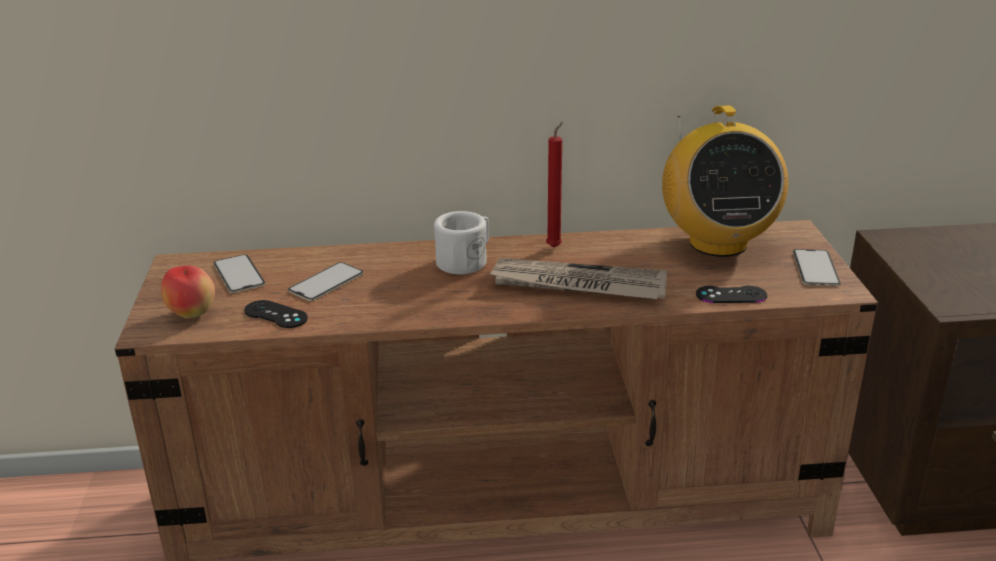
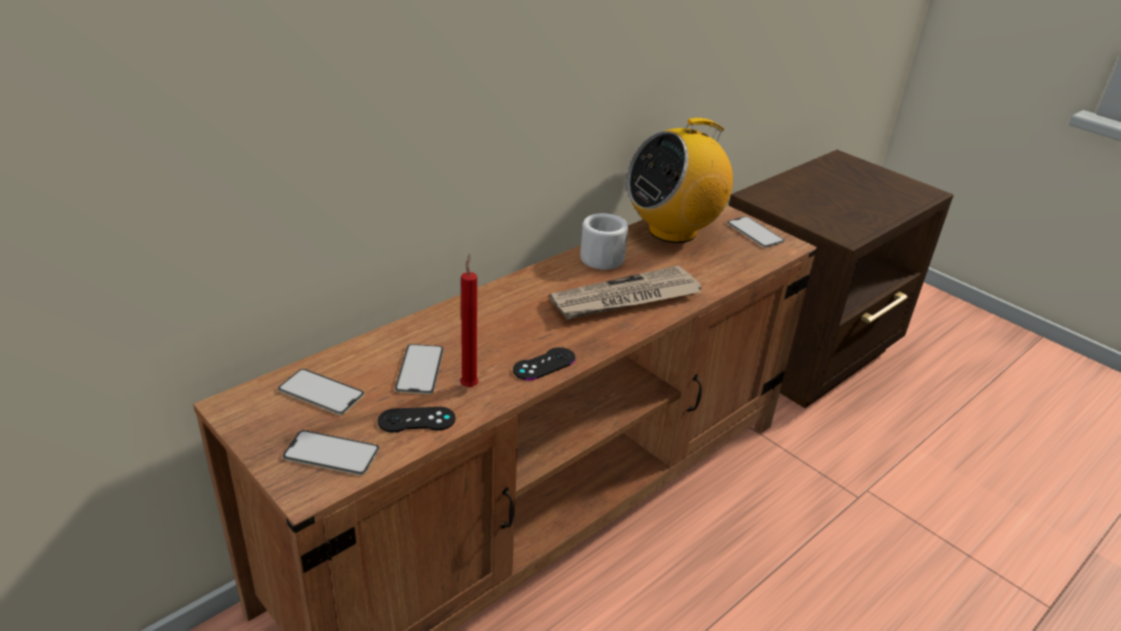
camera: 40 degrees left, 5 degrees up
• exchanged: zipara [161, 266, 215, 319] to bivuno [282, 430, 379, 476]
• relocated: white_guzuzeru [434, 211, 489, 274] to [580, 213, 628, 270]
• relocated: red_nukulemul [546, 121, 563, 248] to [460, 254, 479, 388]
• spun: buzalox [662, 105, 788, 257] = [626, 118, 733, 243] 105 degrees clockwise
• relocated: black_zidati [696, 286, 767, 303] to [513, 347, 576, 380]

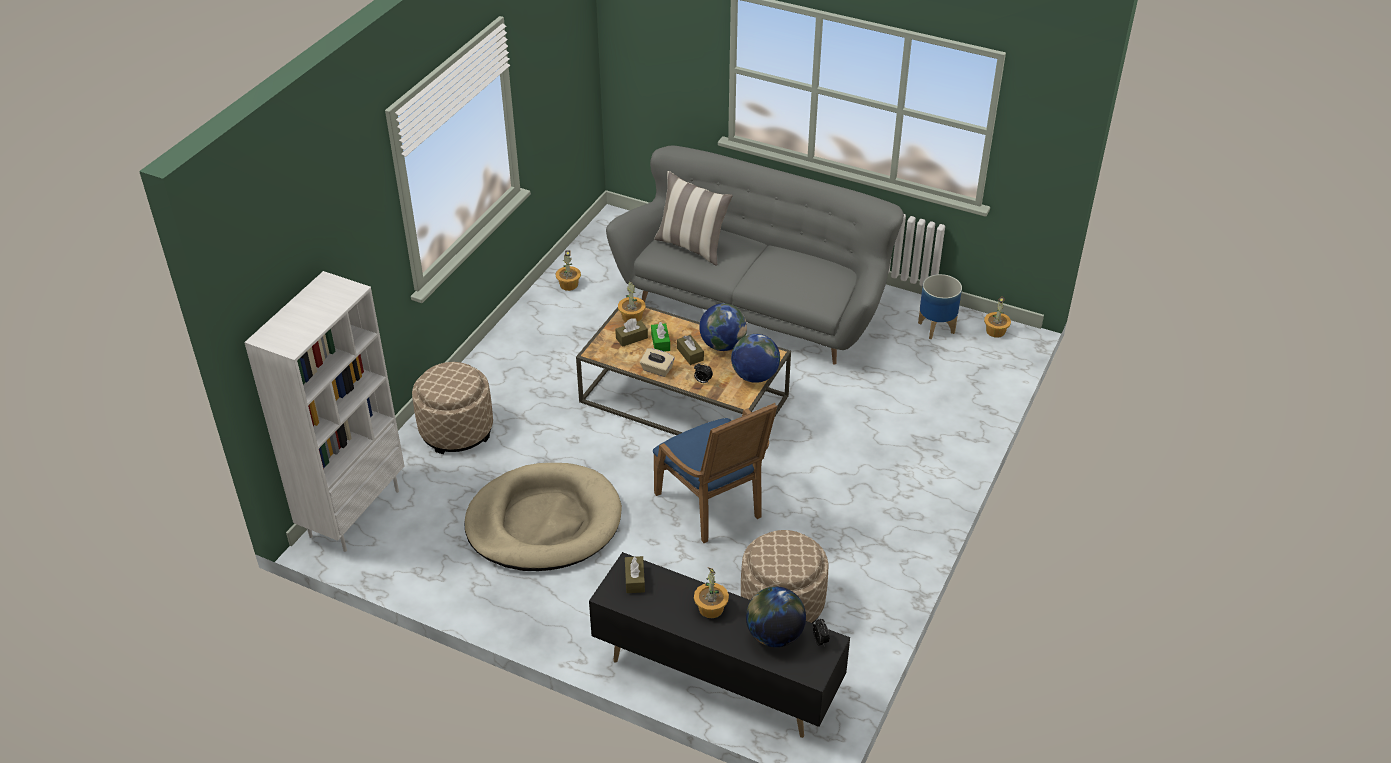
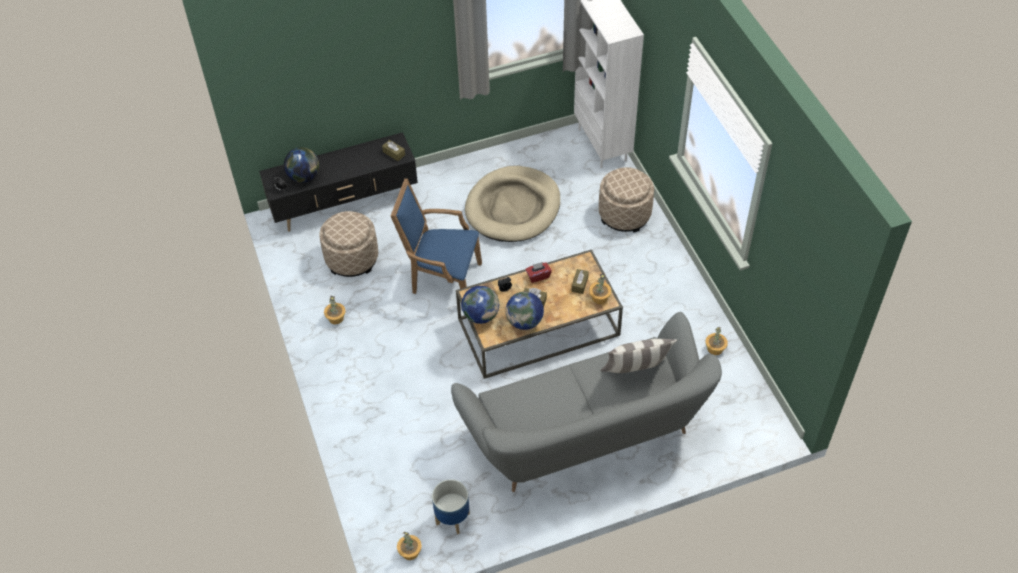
camera: 135 degrees right, 10 degrees up
• colour: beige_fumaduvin [640, 348, 675, 377] to red_fumaduvin [525, 262, 552, 283]
• missing: green_fumaduvin [651, 322, 670, 352]
• relocated: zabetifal [694, 567, 729, 618] to [324, 296, 346, 324]

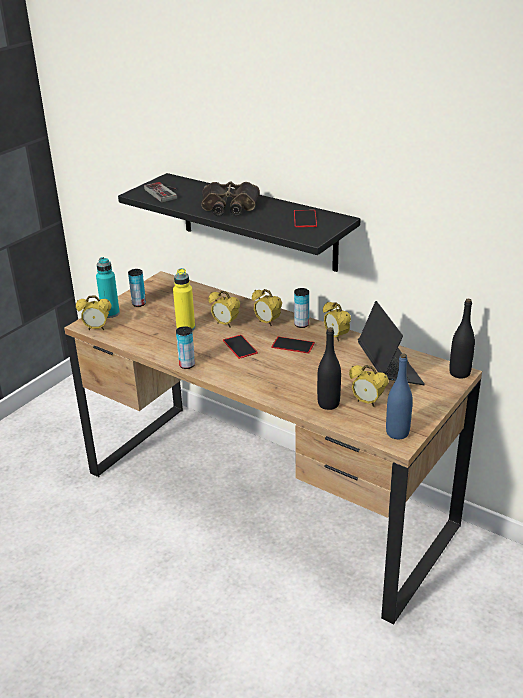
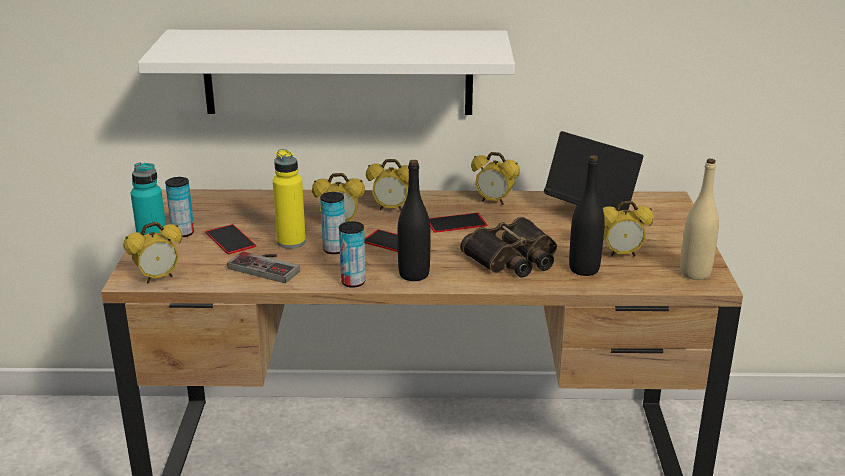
camera: 35 degrees left, 5 degrees down
• colour: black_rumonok [118, 173, 361, 272] to white_rumonok [138, 30, 515, 115]
• relocated: zidati [144, 182, 177, 202] to [227, 252, 300, 283]
• relocated: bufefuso [201, 181, 260, 216] to [460, 217, 557, 278]
• relocated: bivuno [294, 210, 317, 227] to [205, 224, 256, 254]
• relocated: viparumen [294, 288, 309, 328] to [320, 192, 345, 254]
• colour: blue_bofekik [386, 353, 413, 439] to beige_bofekik [680, 159, 719, 280]
• relocated: black_bofekik [449, 299, 475, 378] to [397, 160, 431, 281]

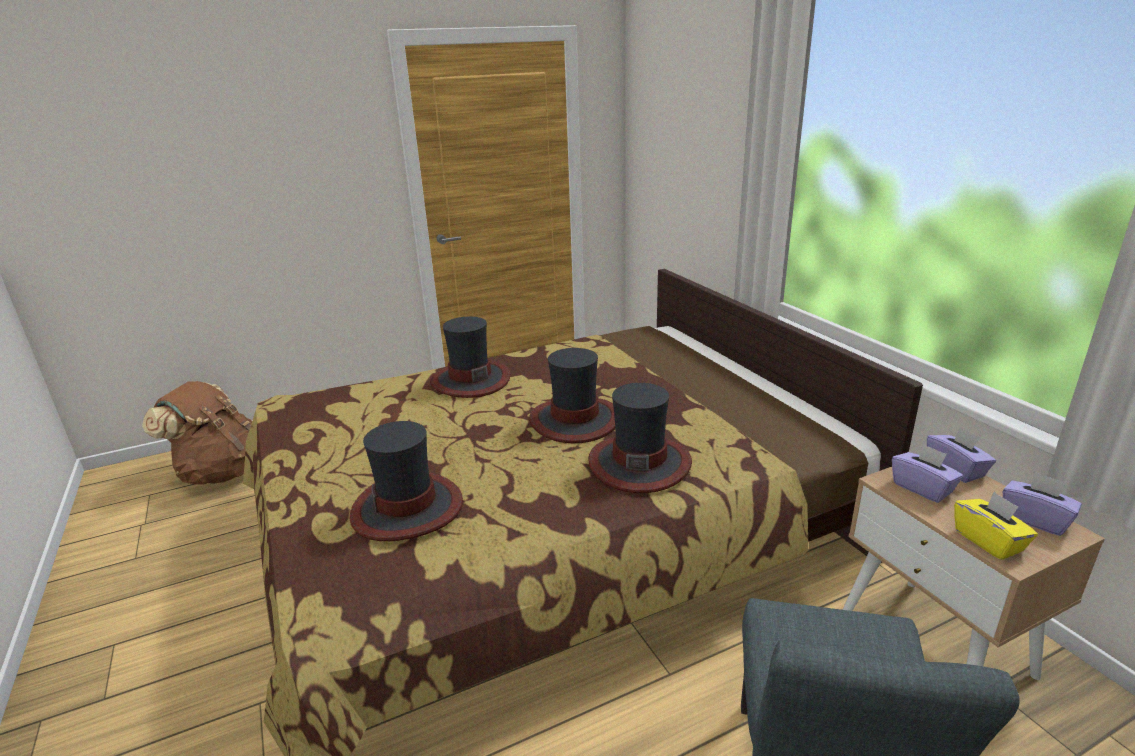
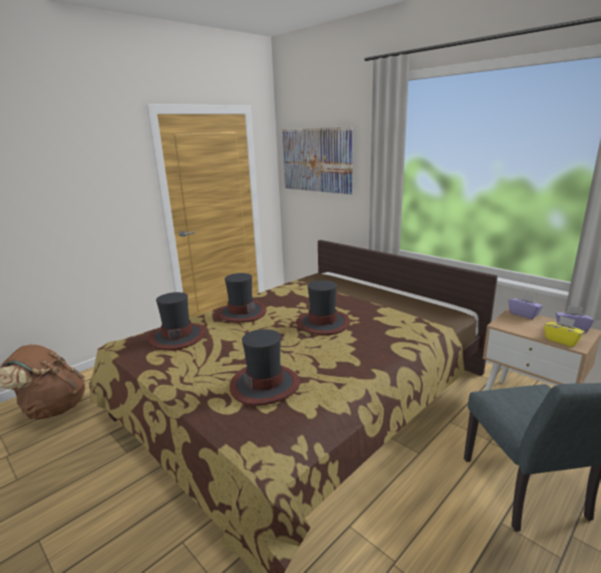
camera: 20 degrees left, 5 degrees down
• relocated: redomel [588, 383, 692, 493] to [148, 292, 206, 350]
• missing: purple_fumaduvin [892, 444, 964, 503]
• appeared: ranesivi [282, 126, 353, 195]

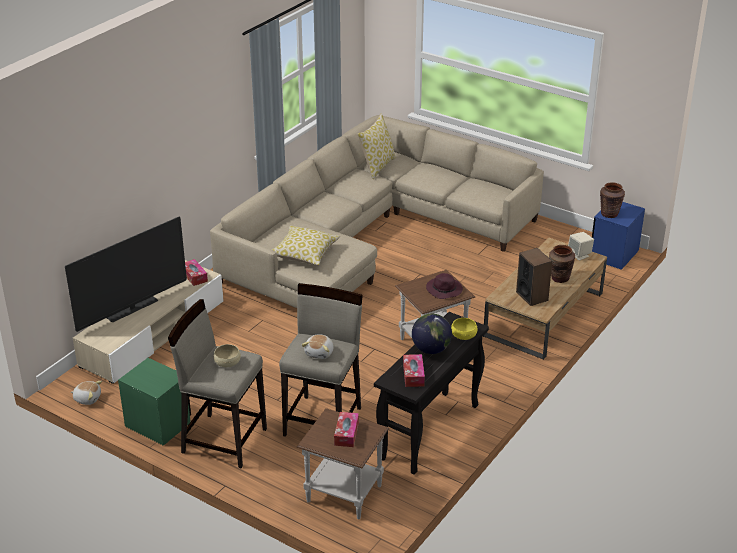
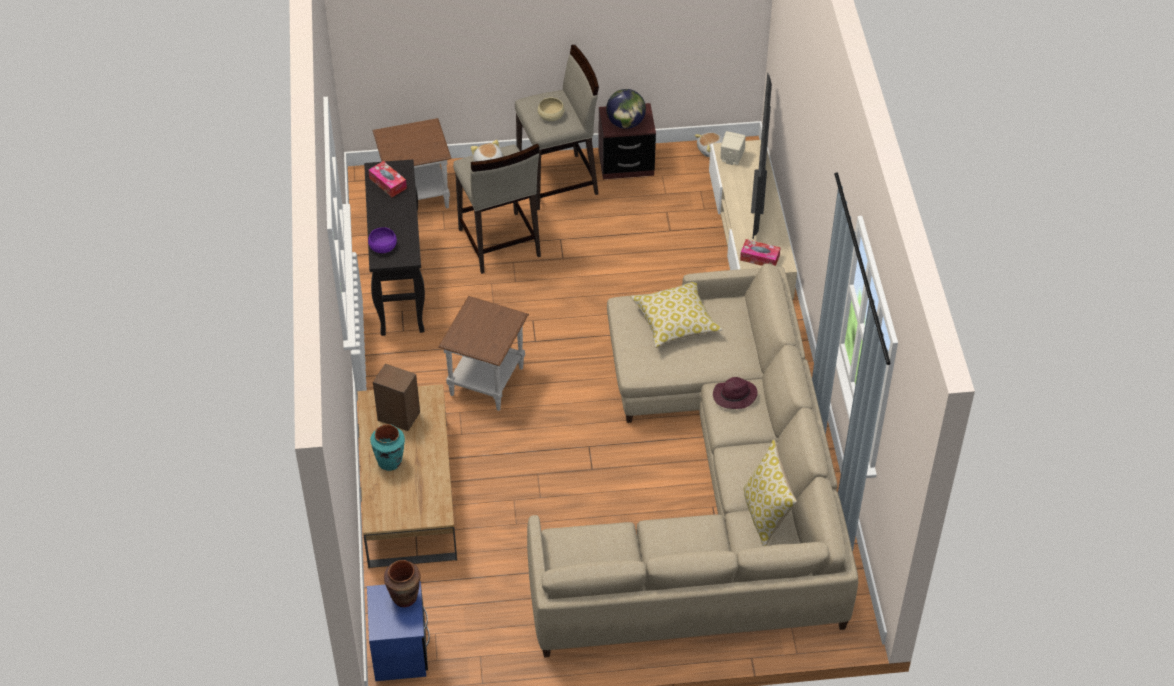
camera: 140 degrees right, 15 degrees up
• colour: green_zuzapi [118, 358, 191, 446] to brown_zuzapi [598, 103, 656, 179]
• missing: fumaduvin [334, 412, 359, 447]
• relocated: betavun [412, 314, 452, 354] to [606, 89, 646, 129]
• relocated: purple_redomel [426, 273, 463, 299] to [713, 377, 758, 409]
• colour: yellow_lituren [451, 318, 477, 340] to purple_lituren [368, 227, 397, 253]
• colour: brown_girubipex [549, 245, 575, 283] to turquoise_girubipex [370, 424, 405, 471]
• relocated: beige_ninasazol [568, 232, 594, 260] to [720, 131, 746, 165]

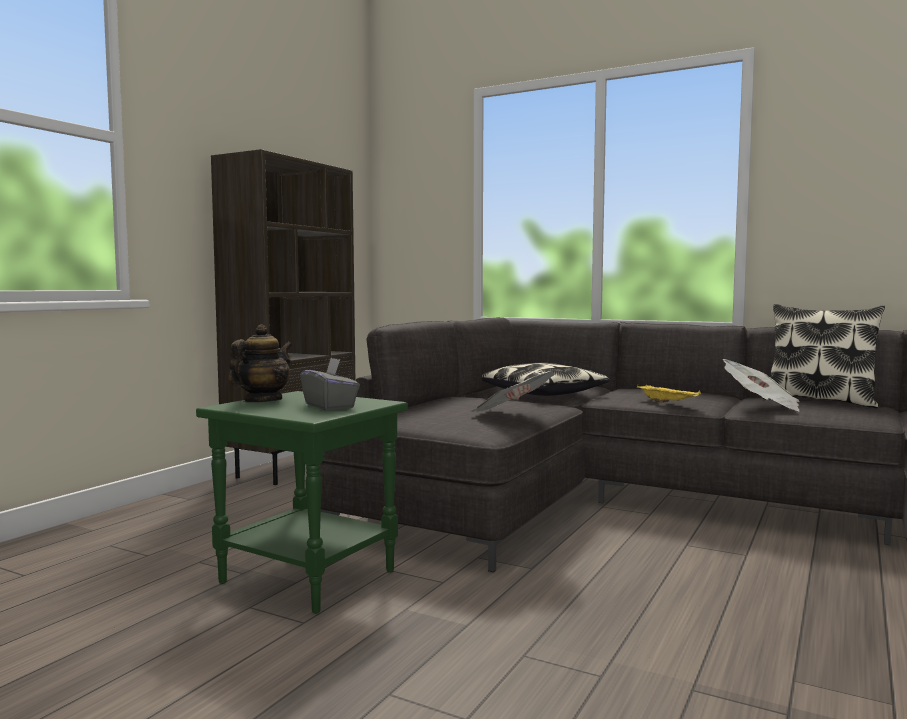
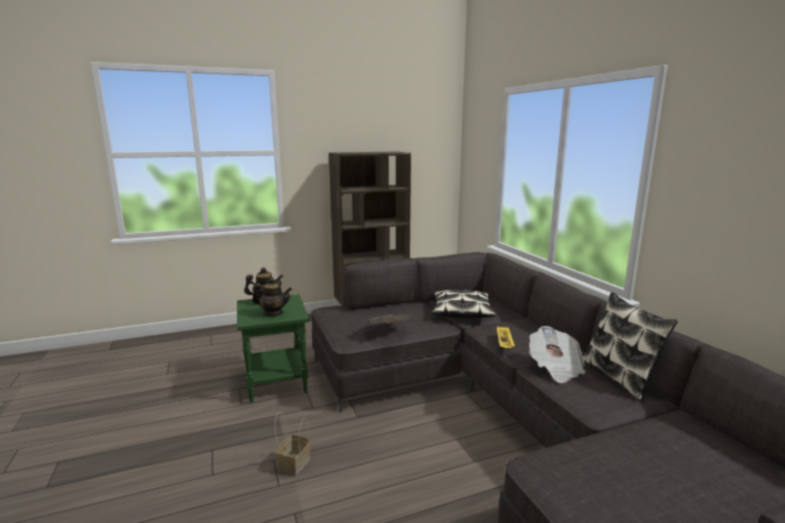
camera: 40 degrees right, 10 degrees up
• exchanged: grey_fumaduvin [300, 358, 360, 410] to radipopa [252, 277, 292, 316]
• appeared: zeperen [274, 412, 311, 476]

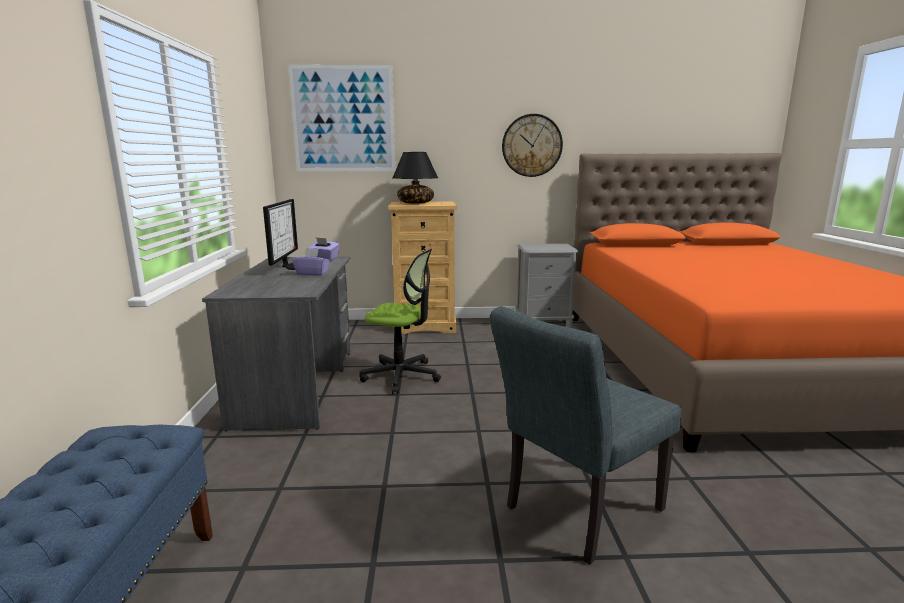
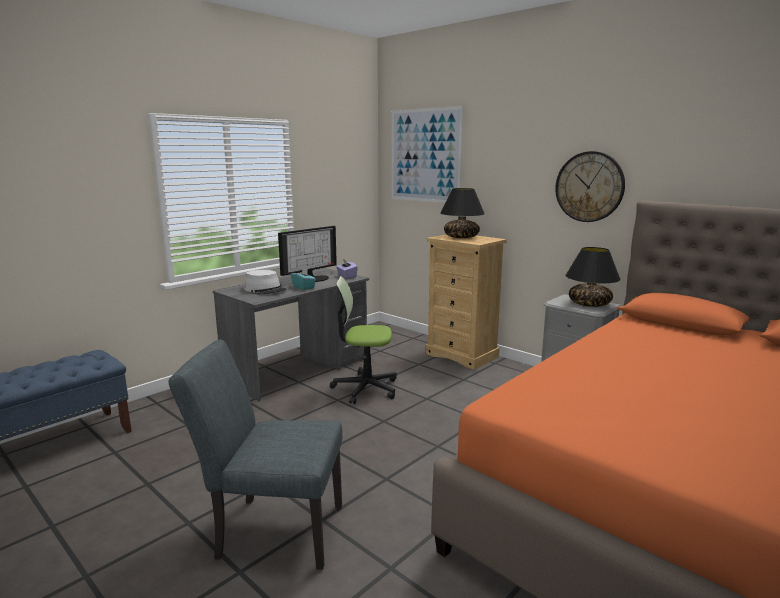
camera: 45 degrees right, 0 degrees up
• colour: purple_fumaduvin [292, 248, 330, 276] to turquoise_fumaduvin [291, 267, 316, 290]
• spun: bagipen [359, 249, 441, 394] = [330, 276, 397, 404] 120 degrees clockwise
• appeared: grey_redomel [244, 270, 287, 295]
• appeared: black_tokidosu [565, 247, 621, 307]

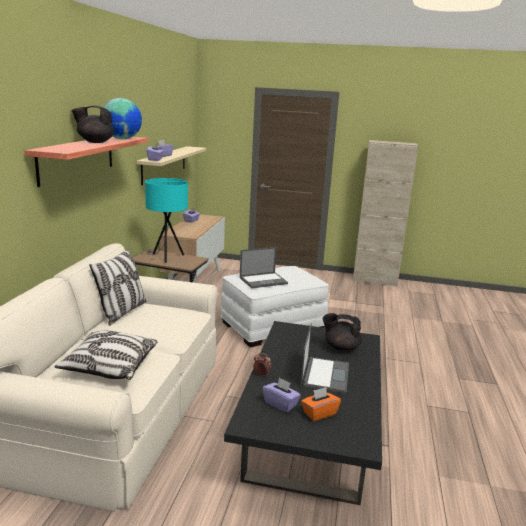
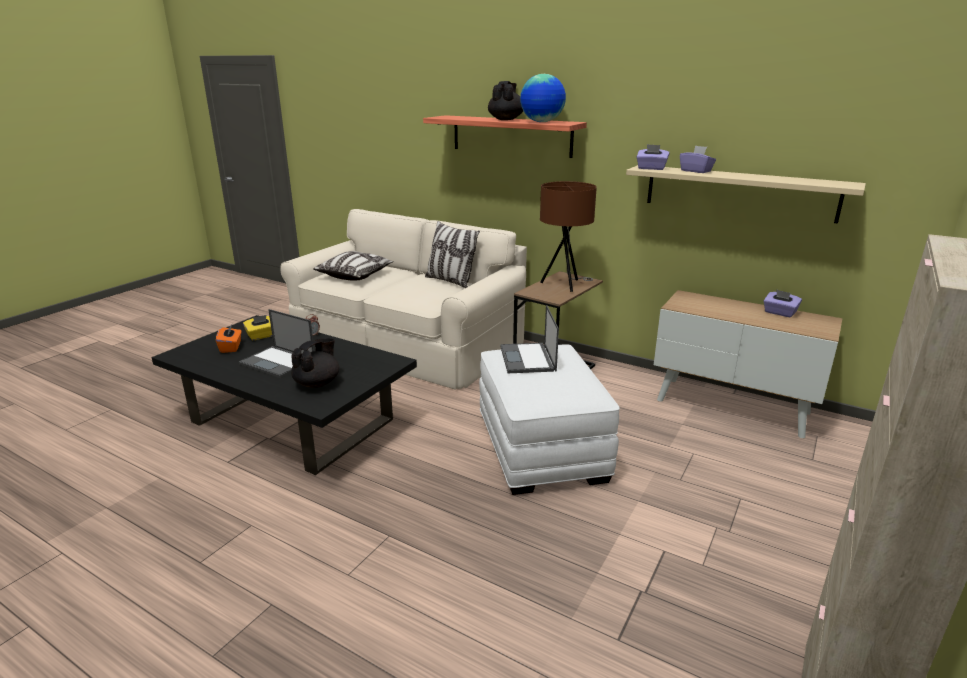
camera: 110 degrees right, 5 degrees up
• colour: turquoise_tokidosu [145, 178, 188, 263] to brown_tokidosu [540, 181, 597, 292]
• colour: purple_fumaduvin [263, 378, 301, 413] to yellow_fumaduvin [243, 315, 272, 340]

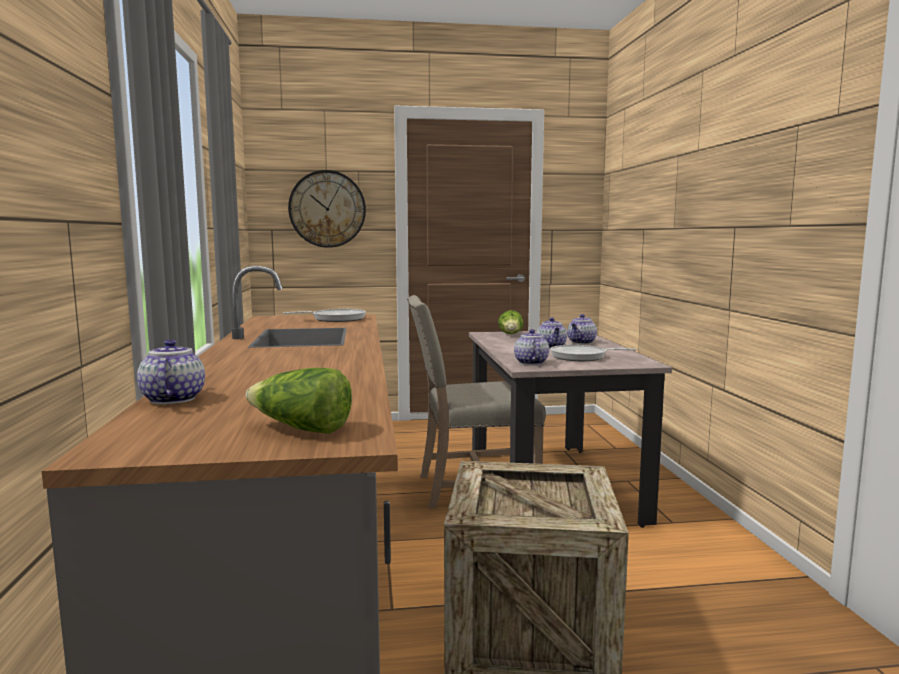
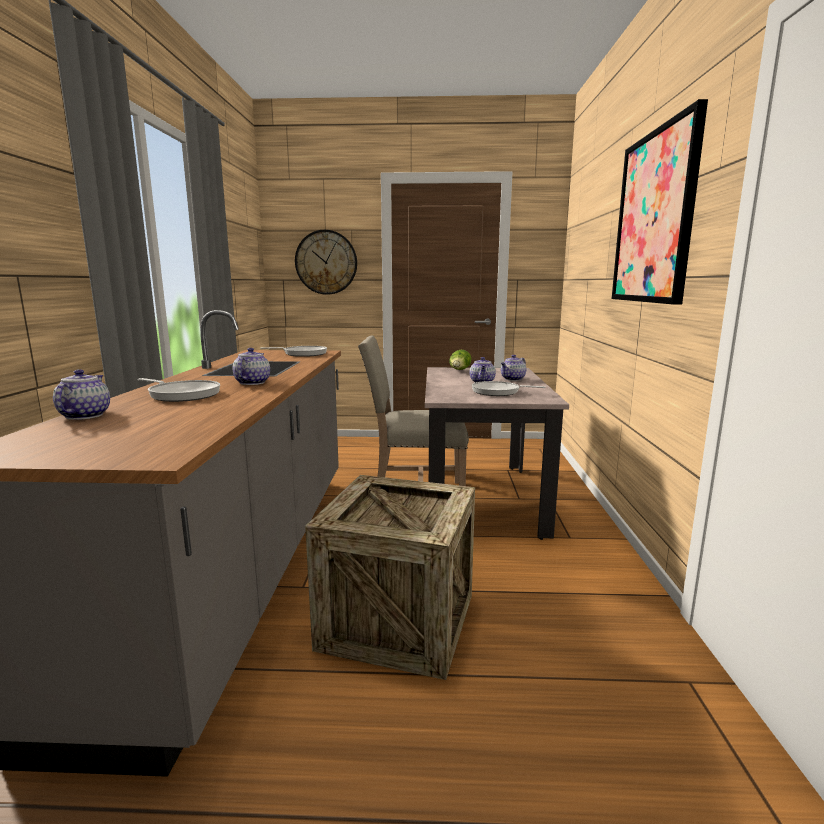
camera: 10 degrees right, 5 degrees up
• missing: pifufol [246, 368, 352, 434]
• relocated: radipopa [514, 329, 549, 365] to [233, 348, 270, 385]
• appeared: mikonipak [138, 378, 220, 402]
• appeared: ranesivi [612, 99, 708, 305]

